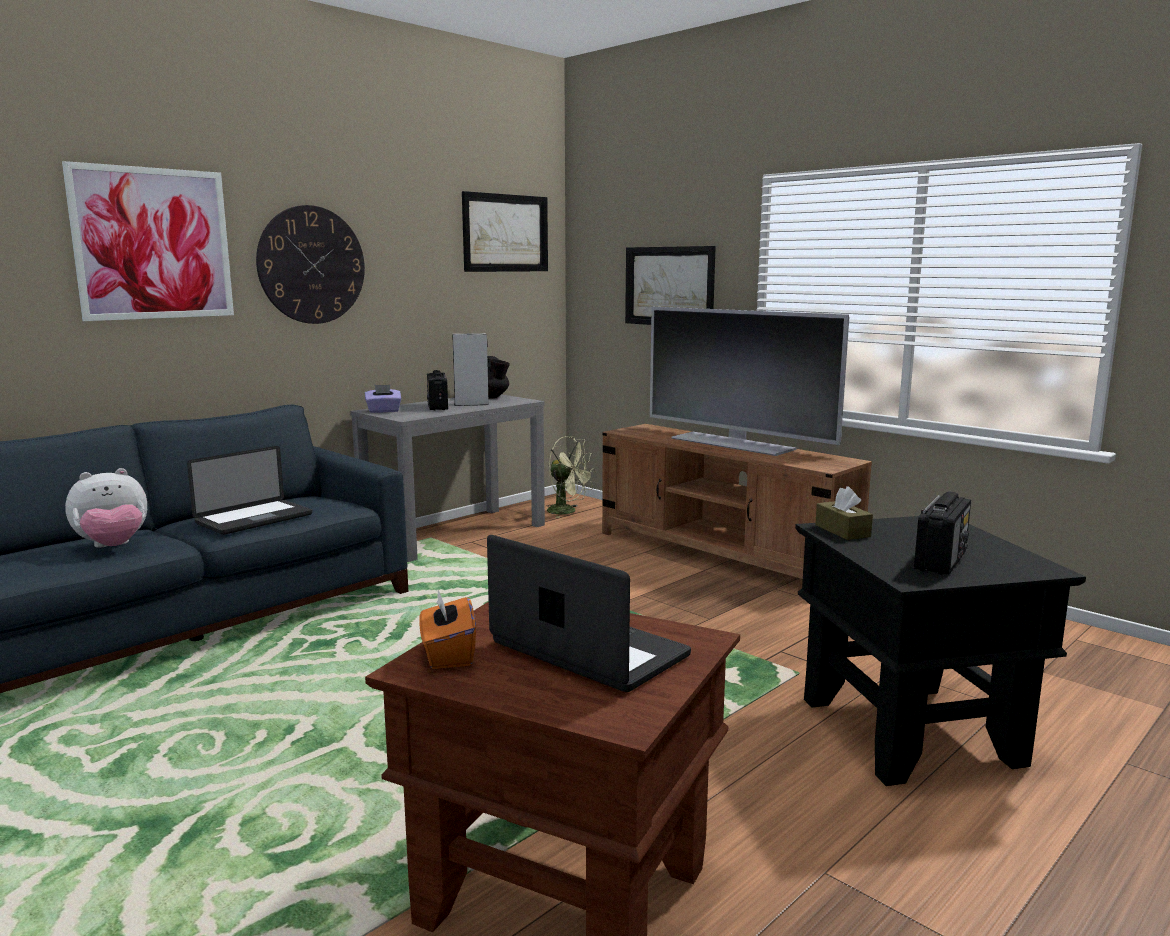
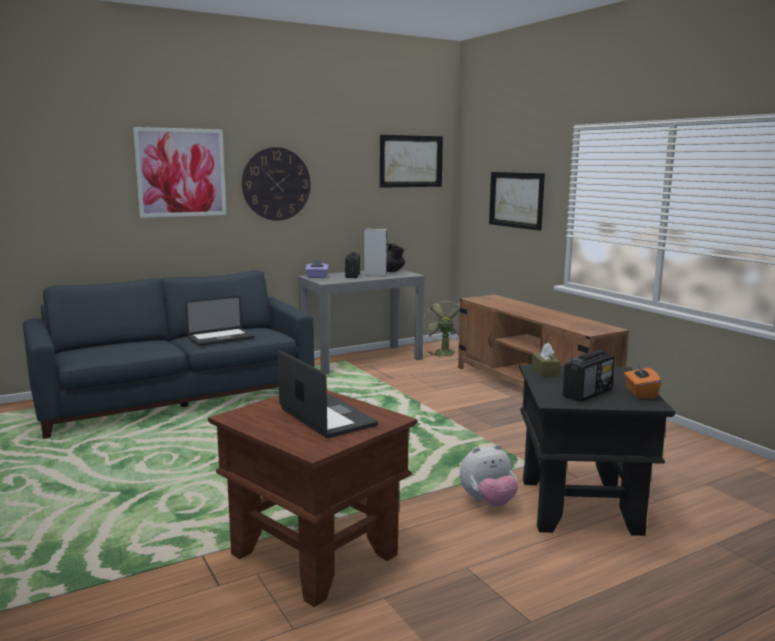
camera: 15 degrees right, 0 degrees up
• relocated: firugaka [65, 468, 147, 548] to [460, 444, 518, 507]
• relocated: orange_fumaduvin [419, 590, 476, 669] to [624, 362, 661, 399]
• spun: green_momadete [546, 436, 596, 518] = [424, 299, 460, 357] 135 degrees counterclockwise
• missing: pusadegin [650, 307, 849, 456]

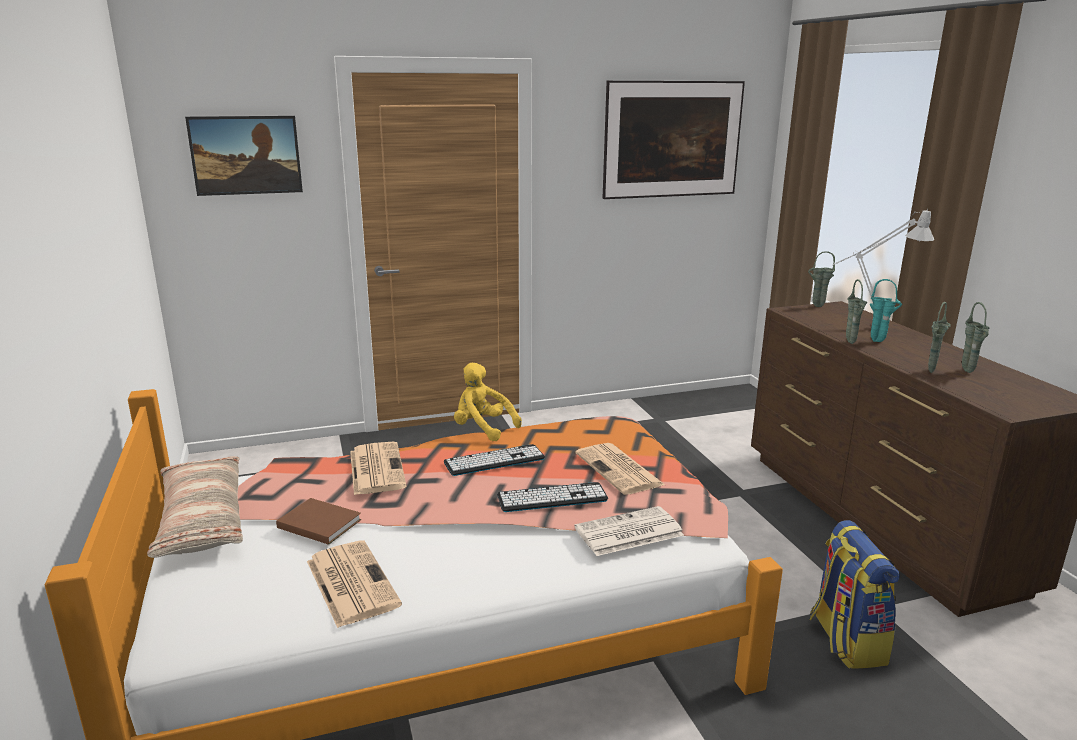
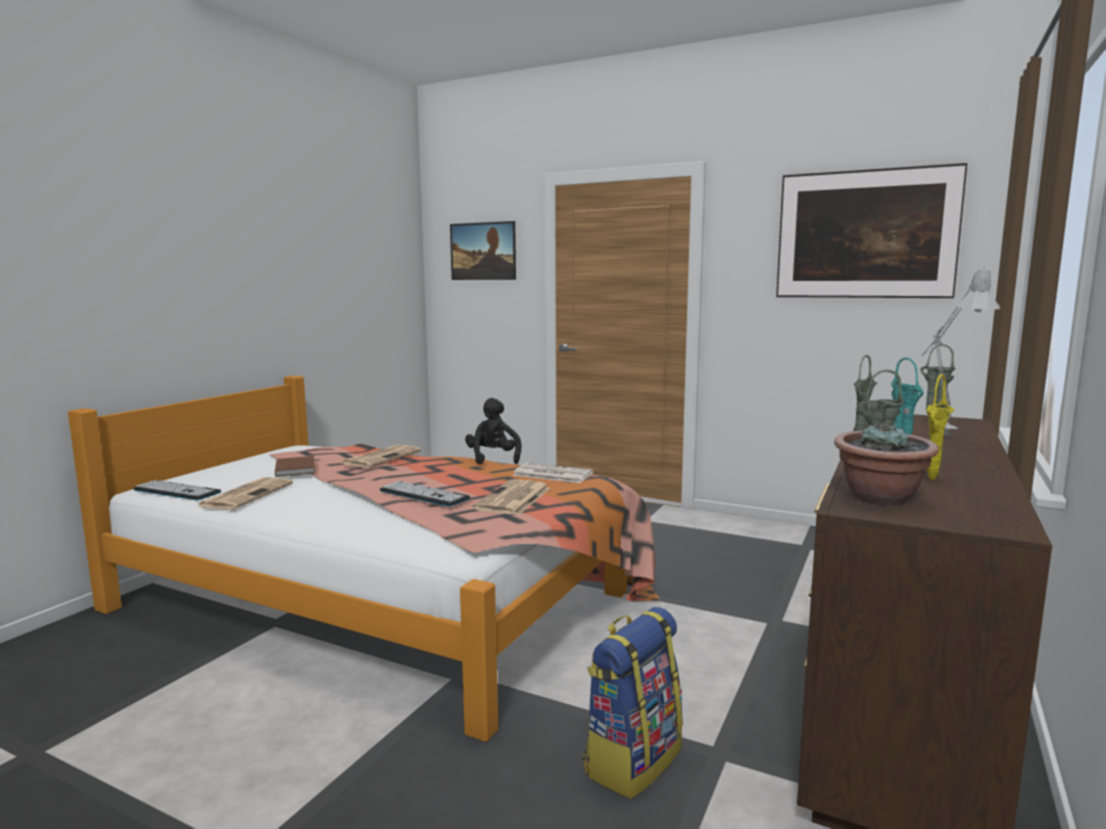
camera: 45 degrees right, 10 degrees down
• missing: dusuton [147, 456, 243, 558]
• relocated: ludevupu [443, 444, 545, 476] to [133, 480, 222, 500]
• colour: yellow_firugaka [454, 363, 522, 441] to black_firugaka [465, 398, 522, 464]
• relocated: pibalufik [574, 506, 684, 556] to [512, 463, 593, 483]
• colour: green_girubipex [962, 302, 990, 373] to yellow_girubipex [926, 374, 954, 480]
• appeared: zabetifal [834, 422, 939, 506]

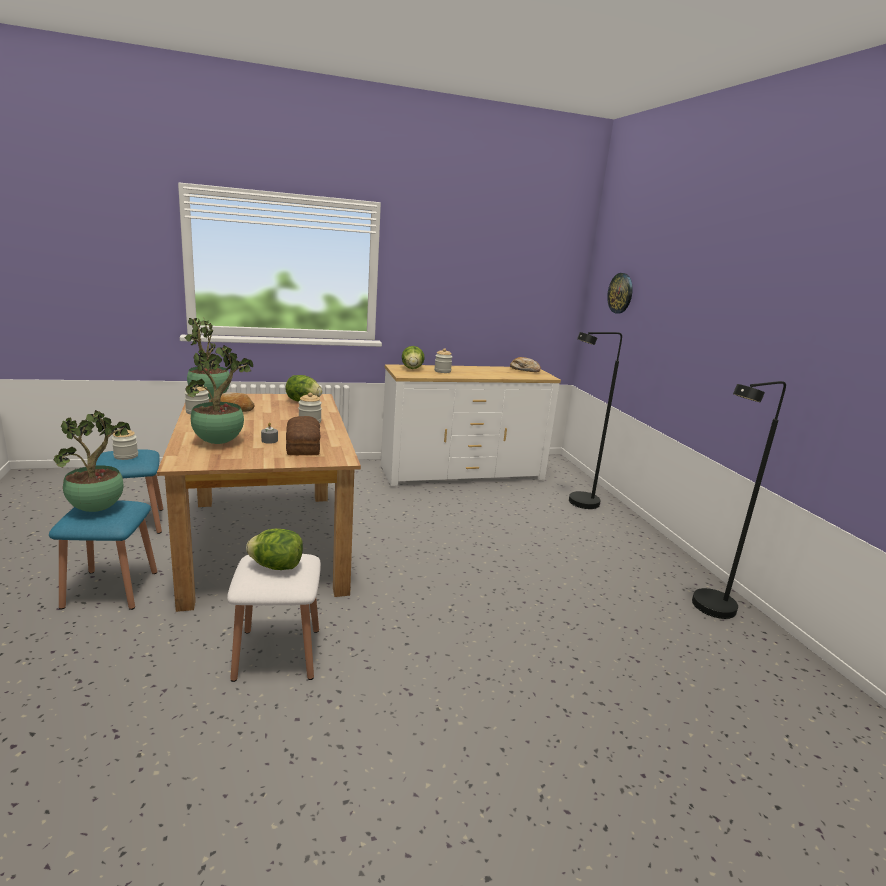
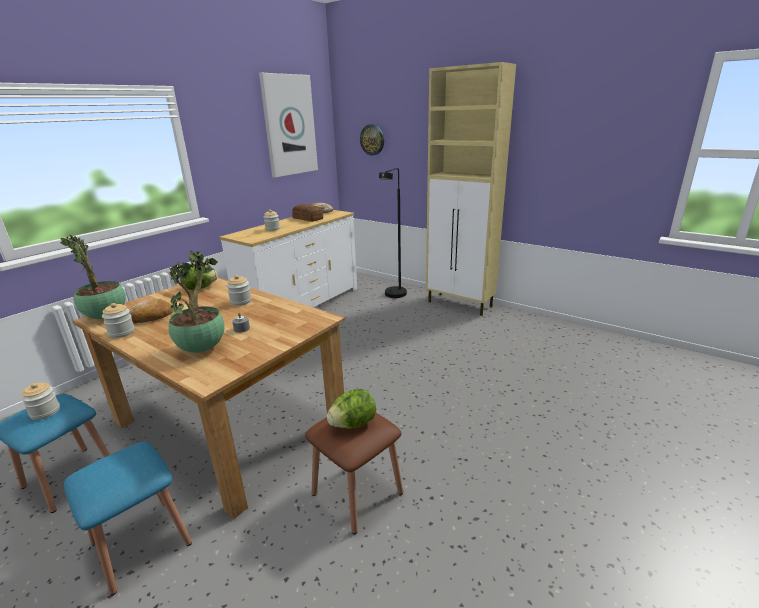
camera: 35 degrees left, 5 degrees up
• missing: zabetifal [53, 410, 130, 512]
• colour: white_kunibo [227, 554, 321, 682] to brown_kunibo [305, 413, 403, 534]
• relocated: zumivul [286, 416, 321, 455] to [292, 204, 323, 222]
• missing: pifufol [402, 346, 425, 369]
• missing: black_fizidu [692, 381, 786, 619]
• appeared: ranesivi [259, 73, 318, 178]
• appeared: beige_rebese [426, 62, 516, 316]

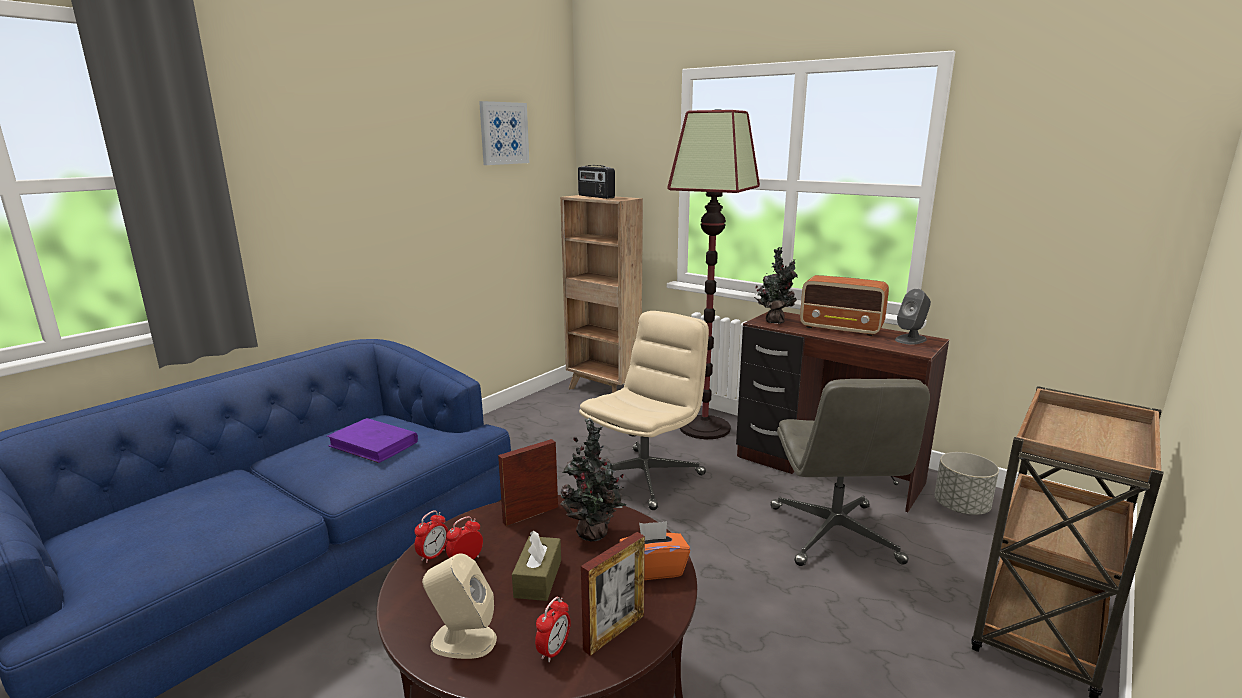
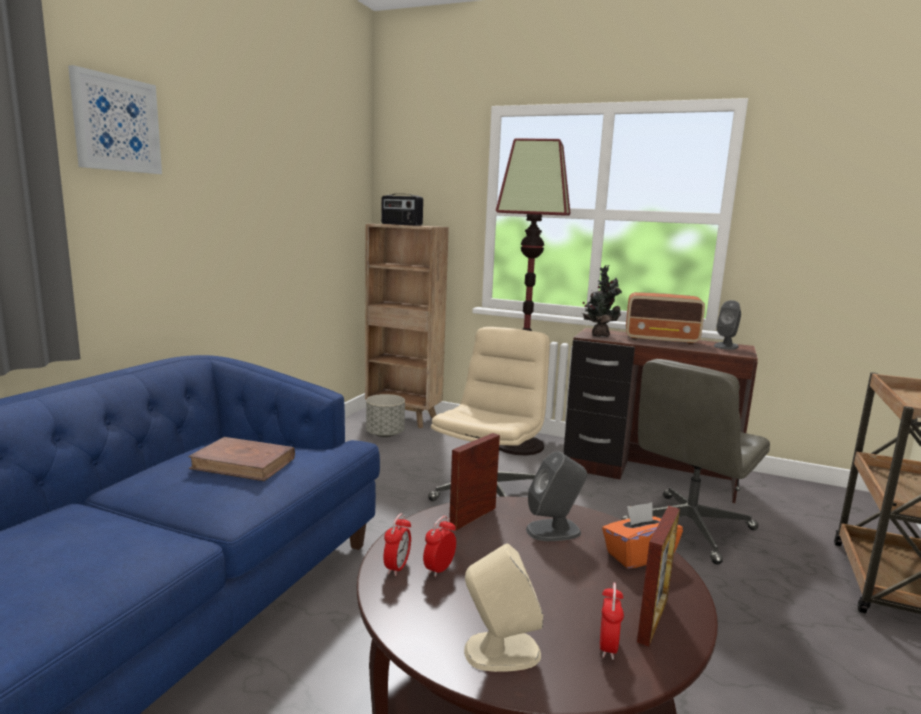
camera: 15 degrees left, 5 degrees down
• colour: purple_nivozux [327, 418, 418, 463] to brown_nivozux [188, 437, 295, 481]
• relocated: ranesivi [479, 101, 529, 165] to [68, 65, 162, 174]
• missing: brown_fumaduvin [512, 531, 561, 601]
• exchanged: zabetifal [560, 418, 627, 541] to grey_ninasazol [526, 451, 587, 541]
• spun: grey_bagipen [771, 379, 930, 566] = [621, 359, 770, 565] 60 degrees clockwise
• relocated: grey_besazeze [934, 452, 999, 515] to [366, 394, 405, 437]

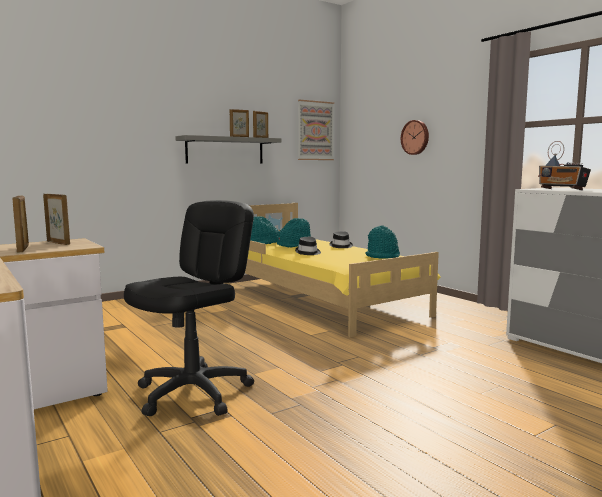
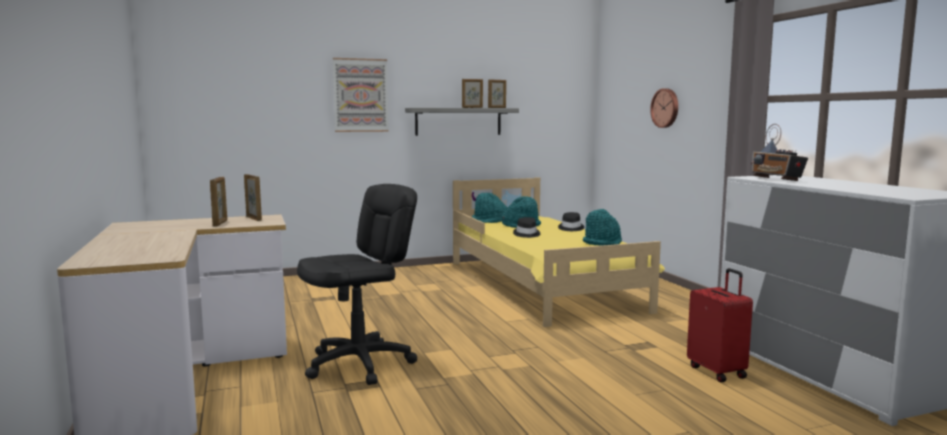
camera: 15 degrees right, 0 degrees up
• relocated: ranesivi [298, 100, 334, 160] to [333, 58, 389, 132]
• appeared: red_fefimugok [687, 268, 753, 382]

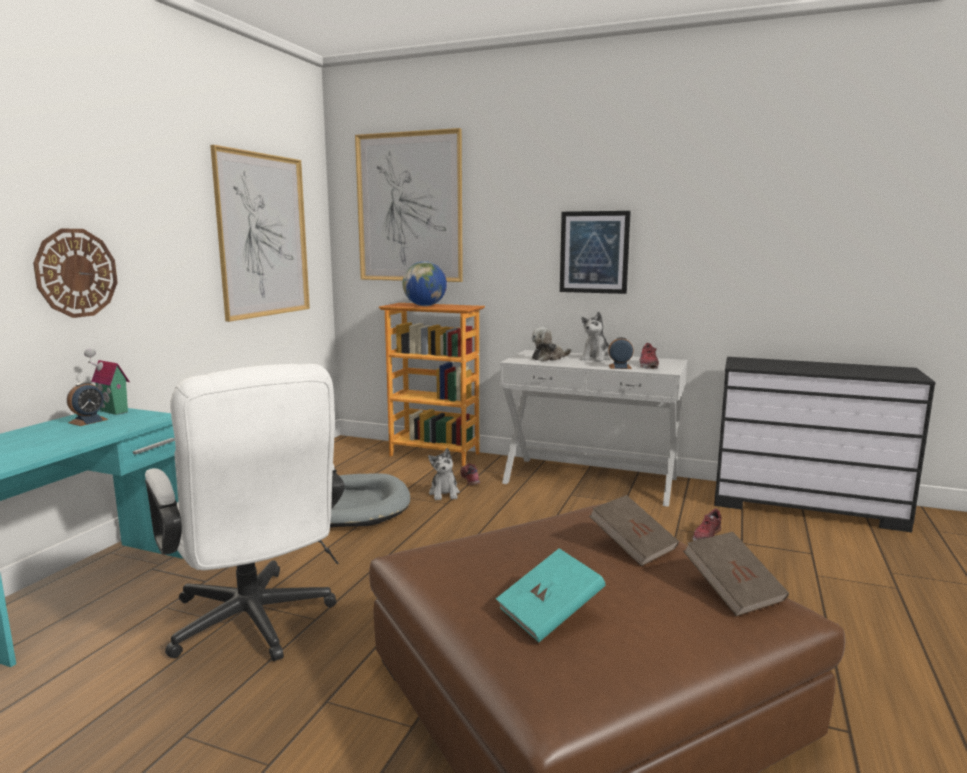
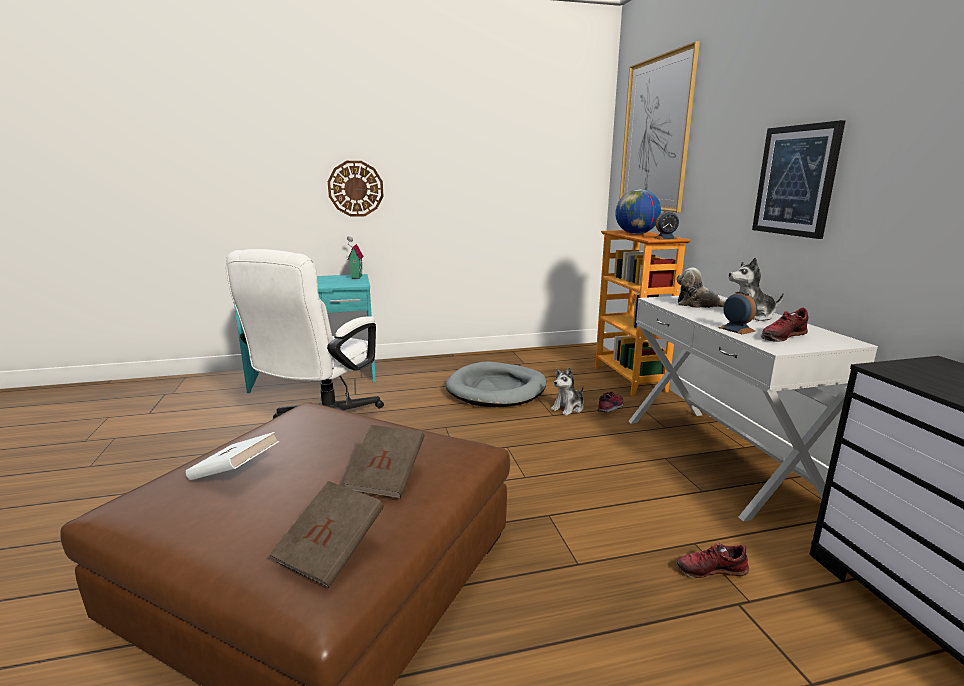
camera: 55 degrees right, 5 degrees up
• relocated: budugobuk [67, 382, 108, 426] to [654, 210, 679, 239]
• missing: ranesivi [210, 145, 310, 322]
• colour: turquoise_nivozux [496, 548, 605, 642] to white_nivozux [186, 432, 279, 480]

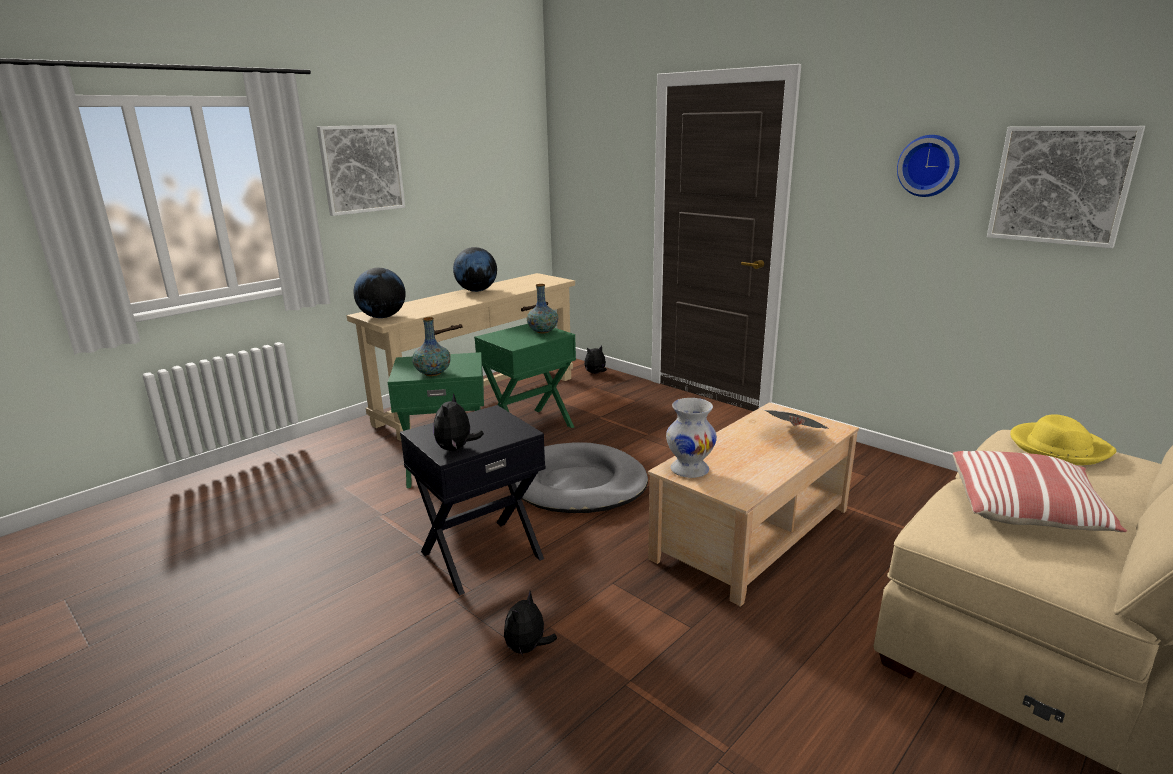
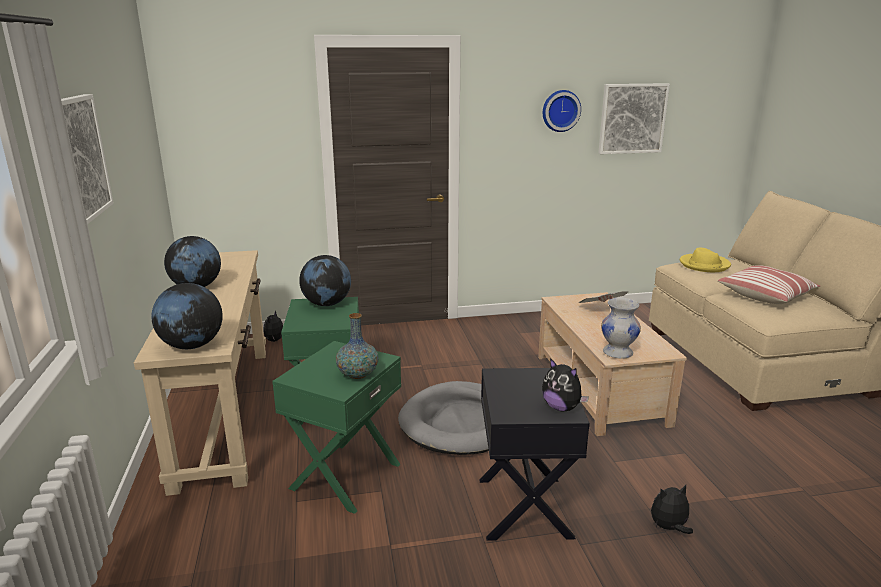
camera: 55 degrees left, 0 degrees up
• spun: firugaka [504, 591, 557, 656] = [651, 485, 693, 534] 105 degrees clockwise
• exchanged: girubipex [527, 284, 558, 333] to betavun [299, 255, 351, 306]

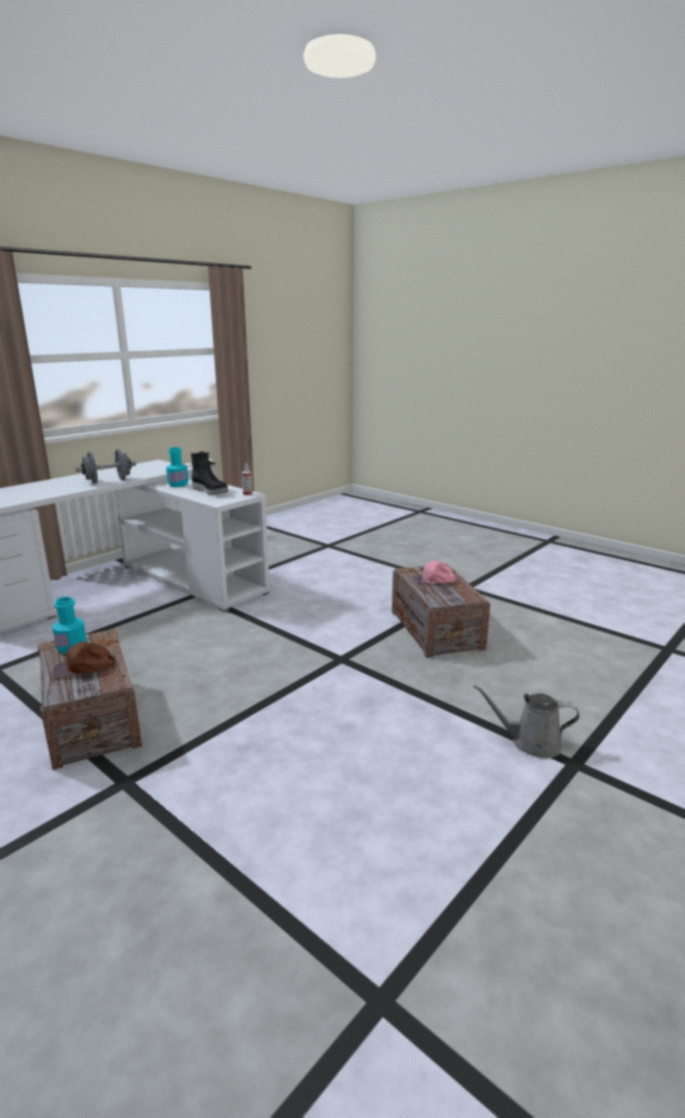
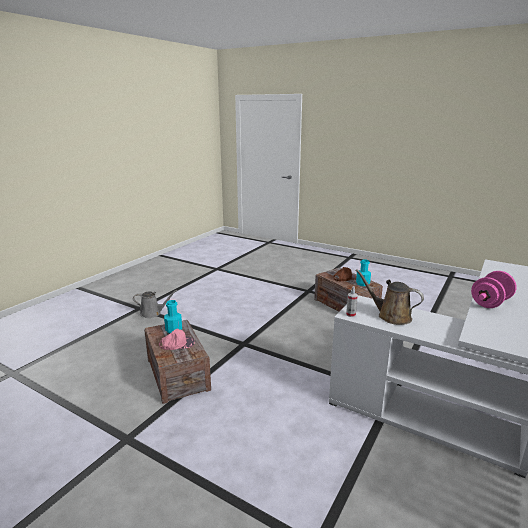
camera: 170 degrees right, 0 degrees up
• colour: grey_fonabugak [76, 449, 136, 483] to pink_fonabugak [471, 271, 517, 308]
• relocated: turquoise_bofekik [166, 447, 189, 487] to [164, 300, 182, 334]
• exchanged: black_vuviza [191, 451, 229, 495] to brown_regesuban [355, 269, 424, 325]

